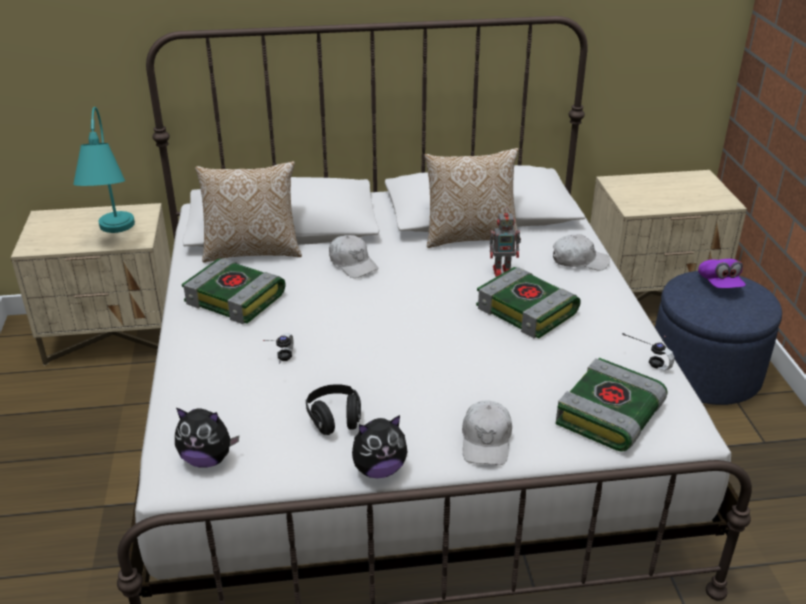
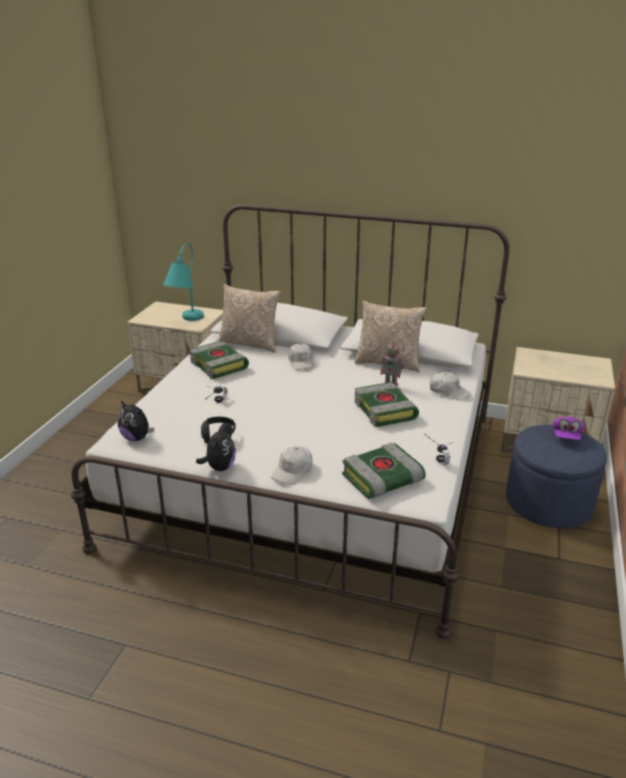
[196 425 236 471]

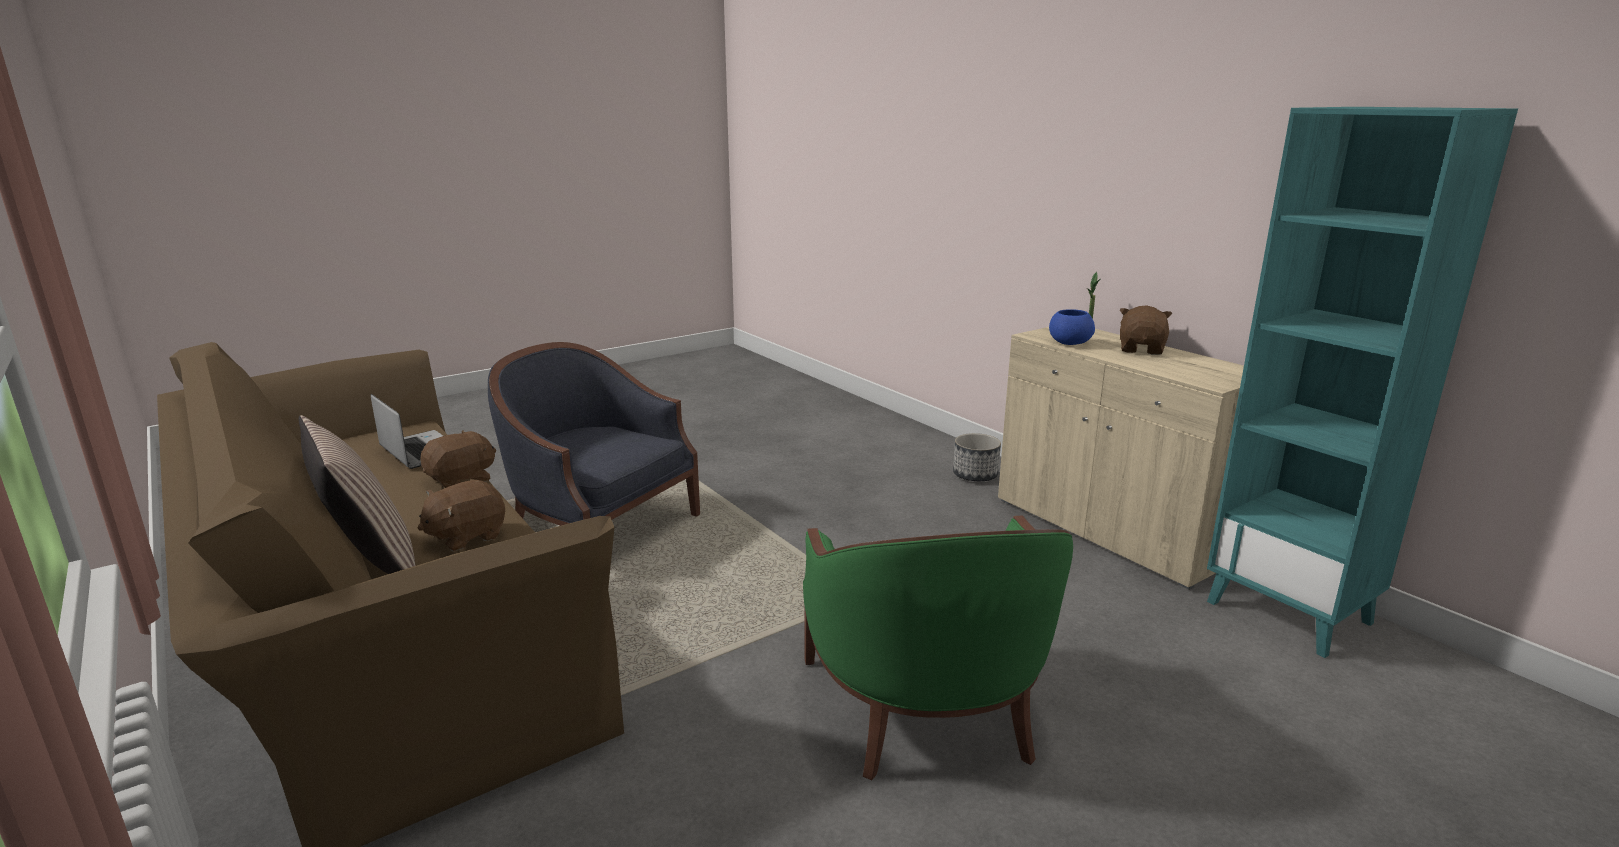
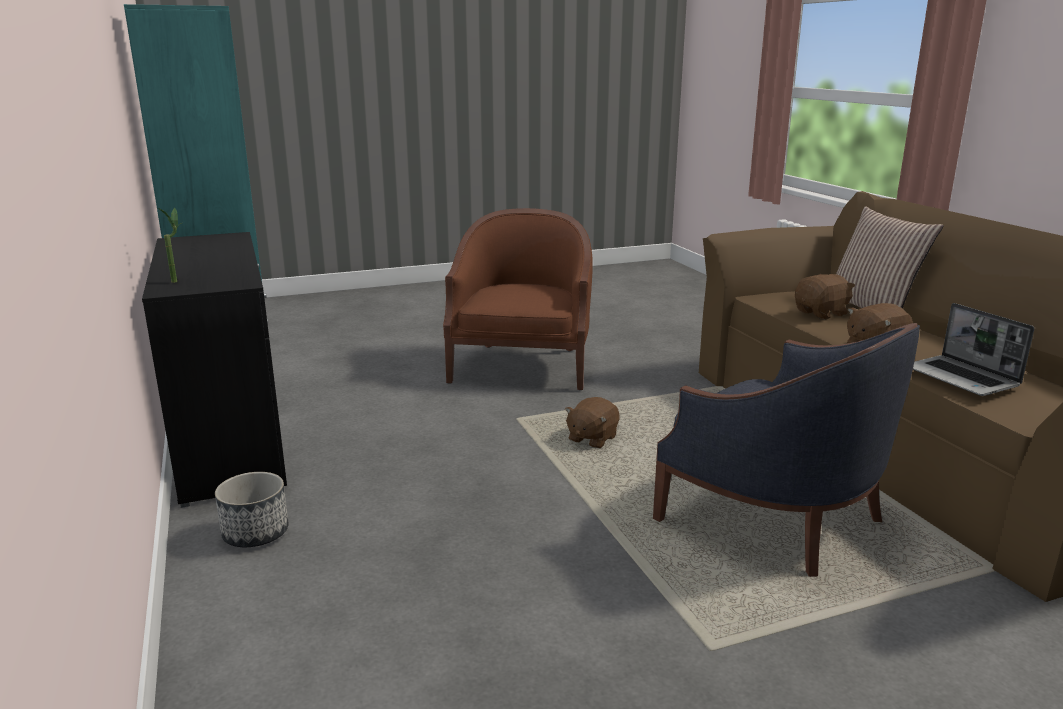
[565 397 619 448]
[1049 309 1095 345] (first image)
[142 232 287 508]
[443 208 593 390]

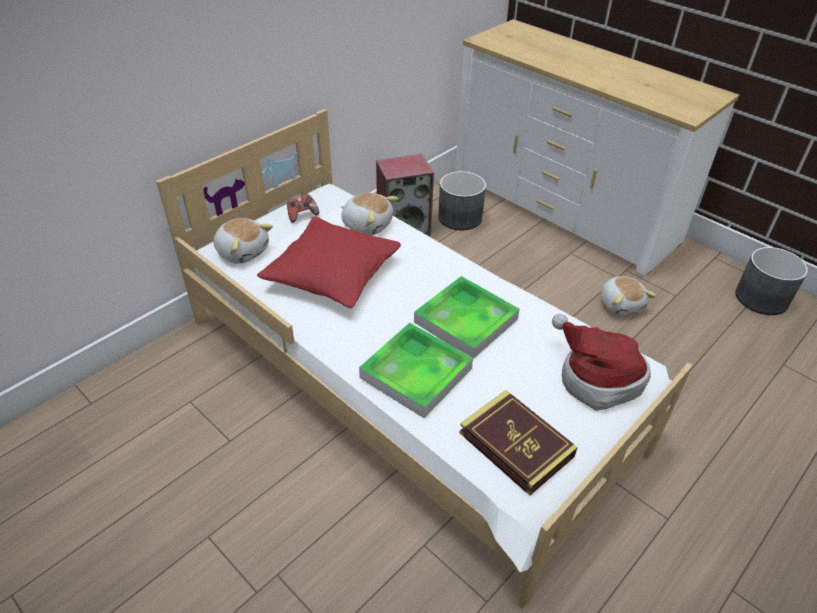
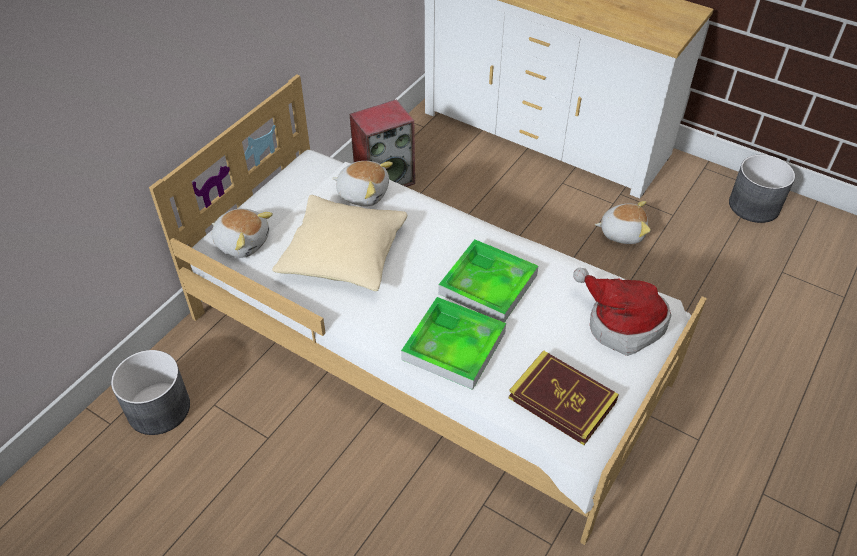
[111 350 190 435]
[287 194 319 223] (first image)
[272 195 408 291]
[595 201 651 244]

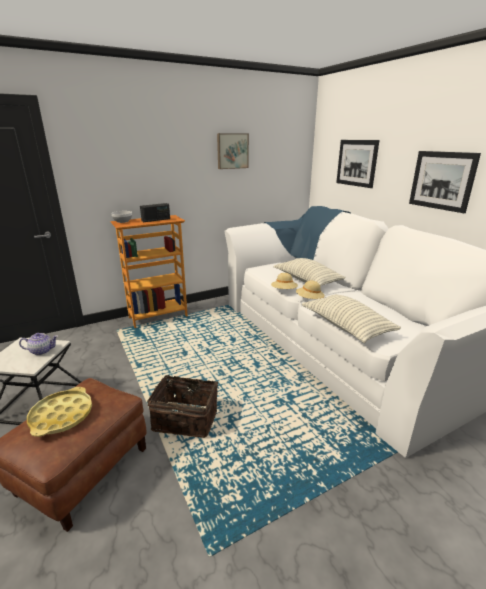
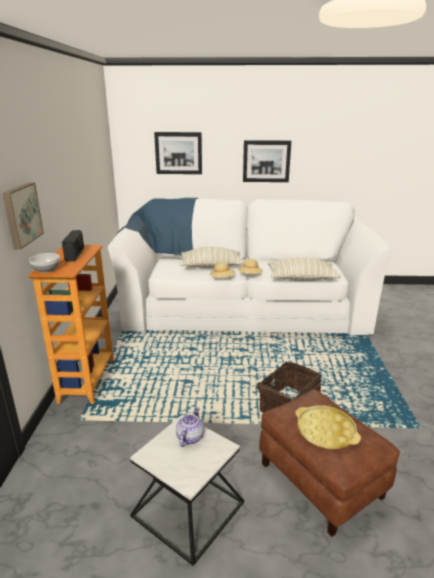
[2 183 44 249]

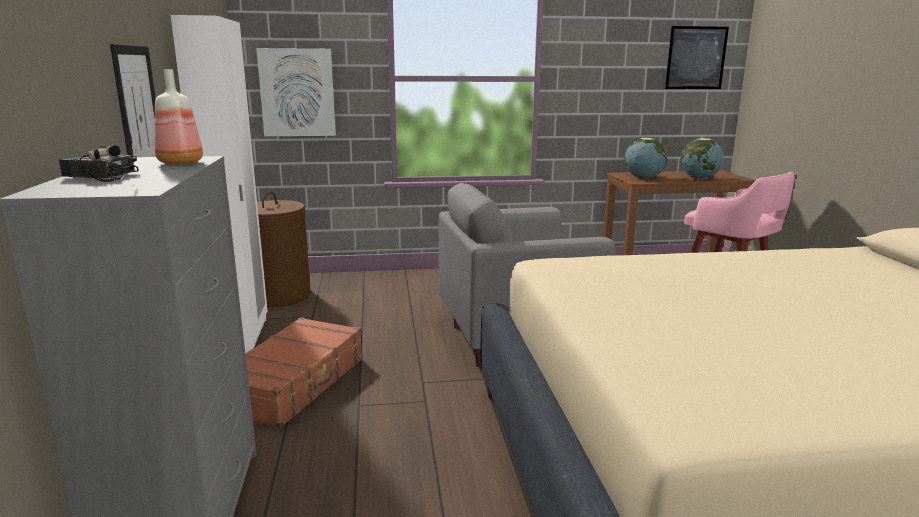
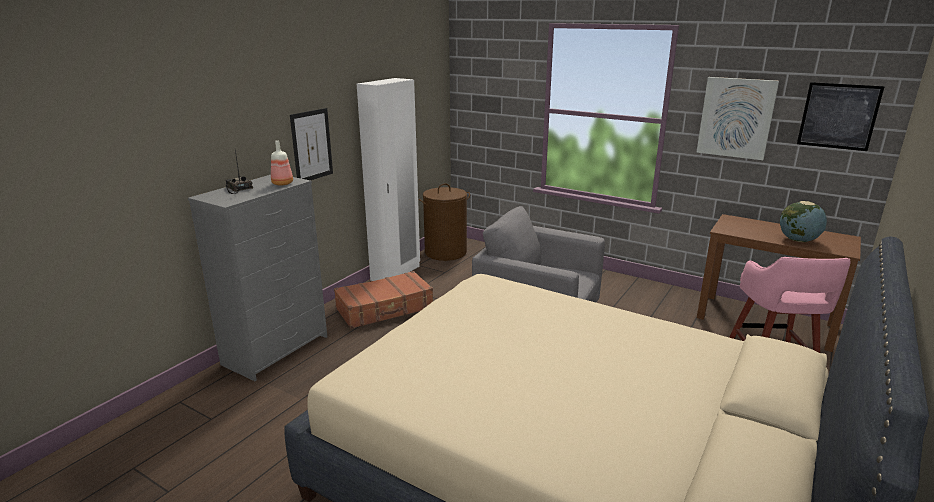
[696 77 779 160]
[624 138 667 179] (first image)

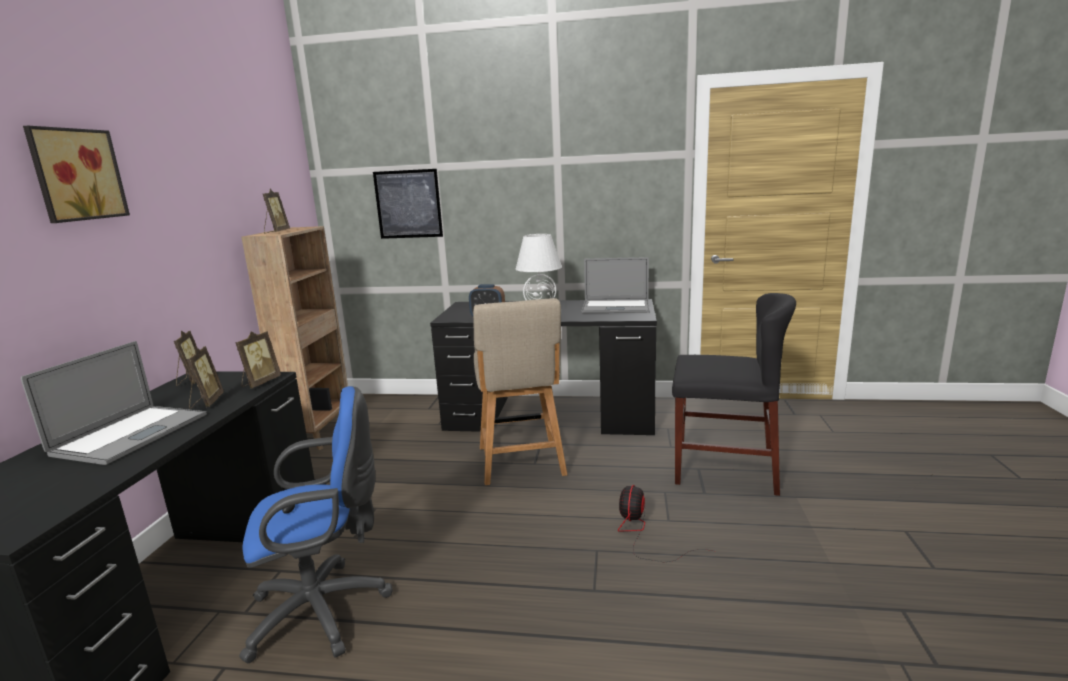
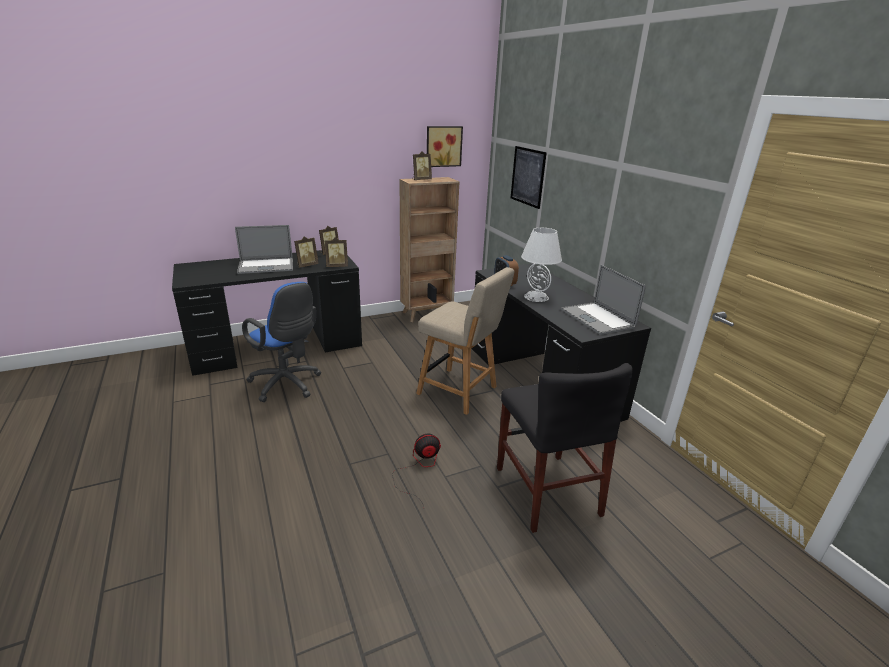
[427 126 463 167]
[416 267 514 415]

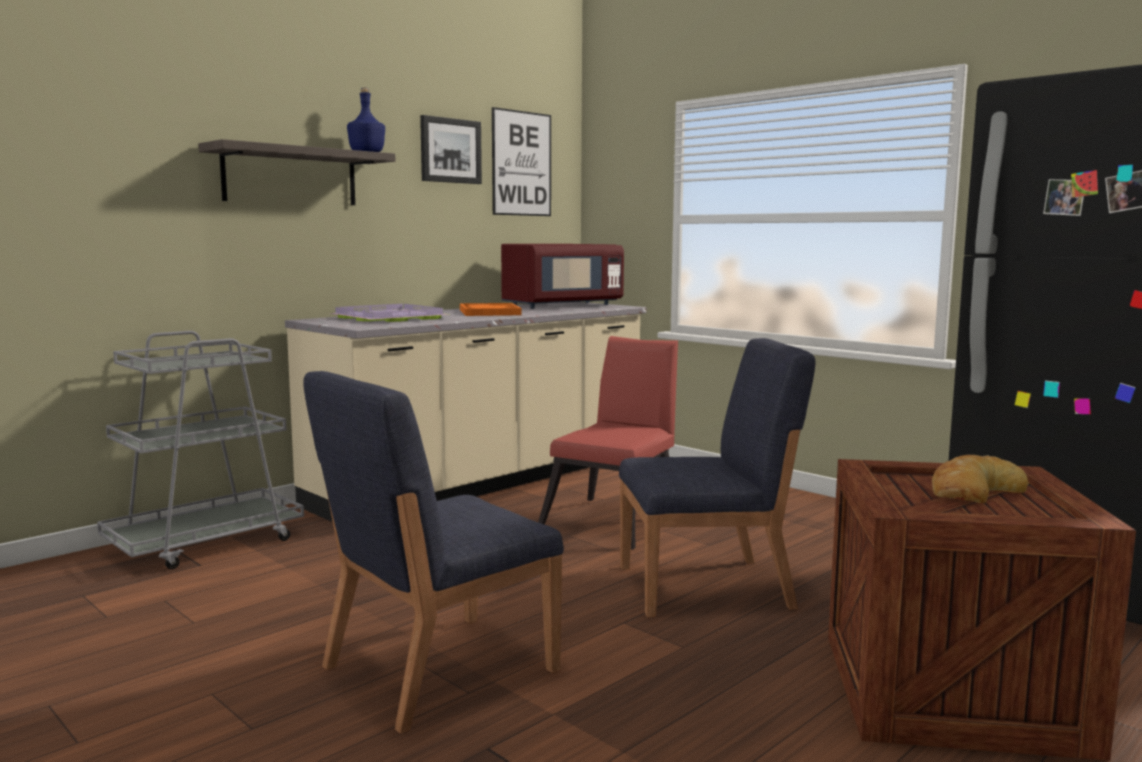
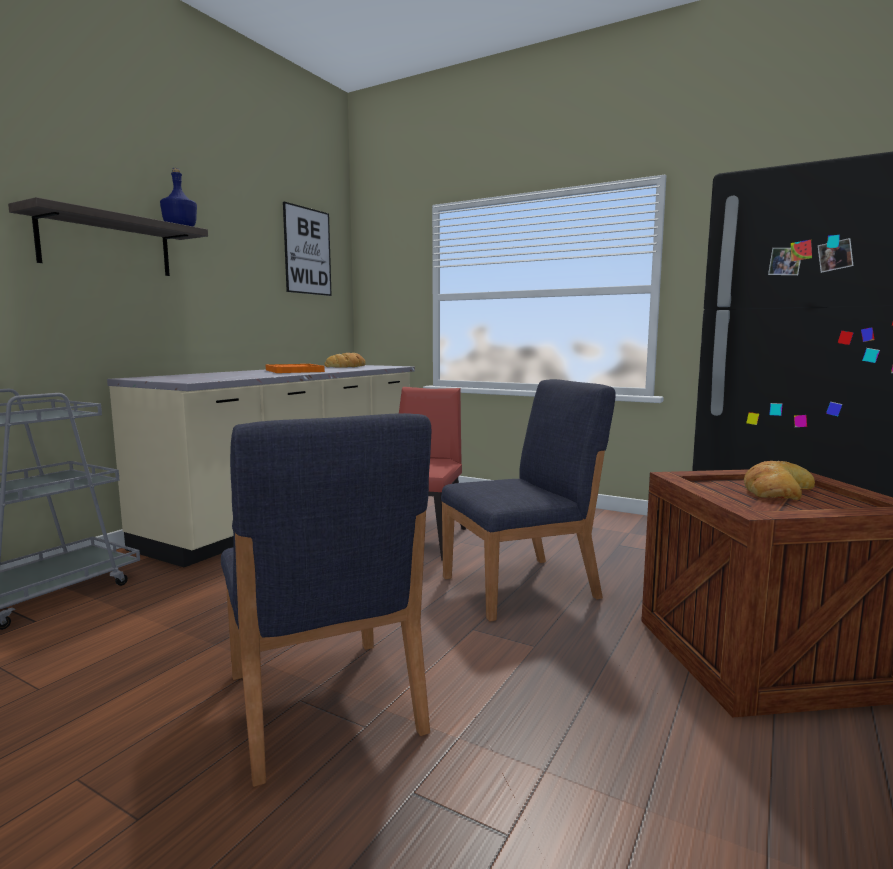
[420 115 482 184] (first image)
[325 353 366 367]
[331 304 449 322] (first image)
[221 413 431 787]

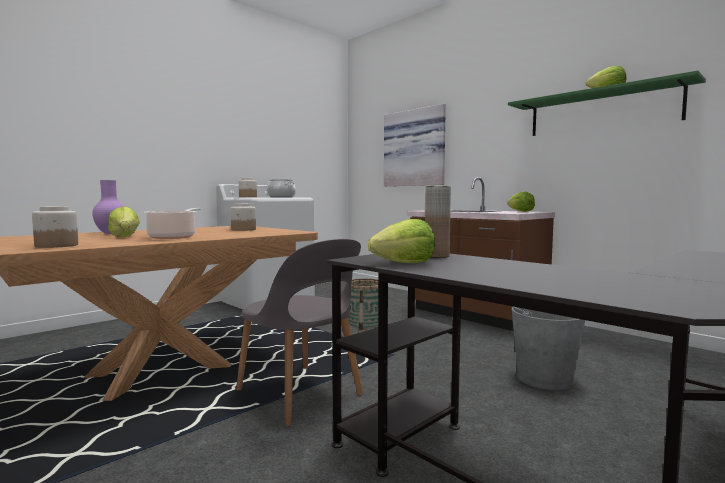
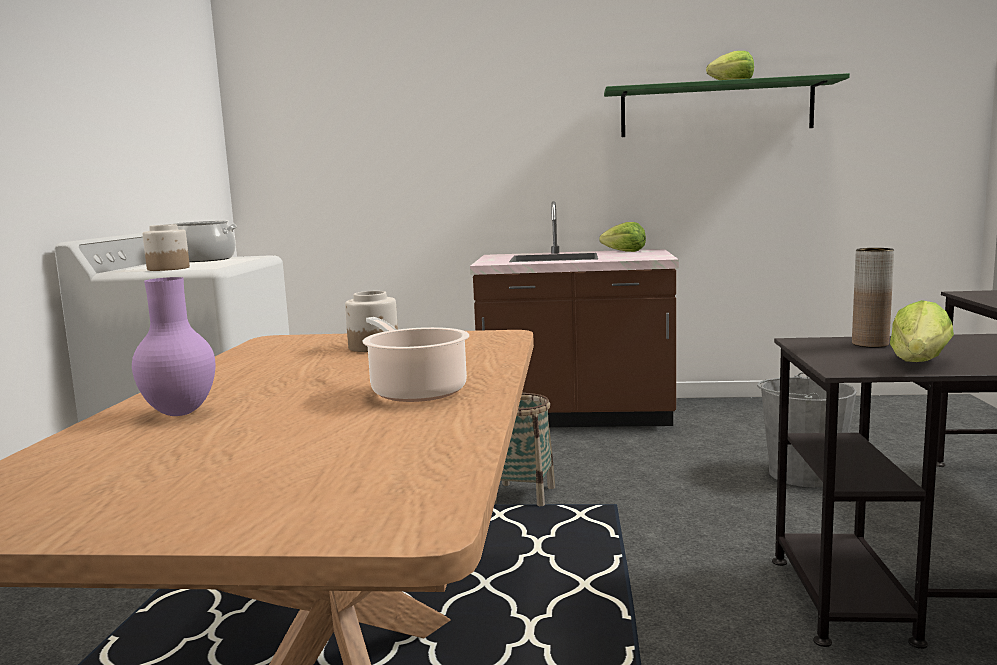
[384 104 446 186] (first image)
[32 206 78 248] (first image)
[108 207 140 237] (first image)
[236 239 363 426] (first image)

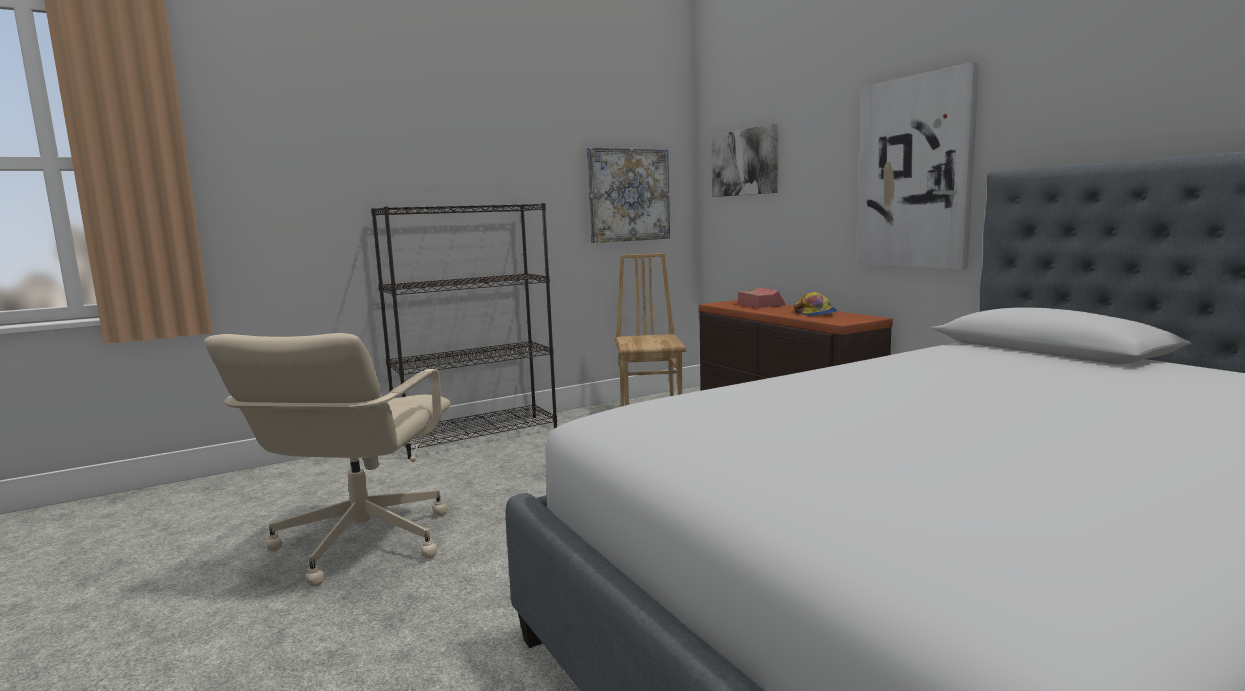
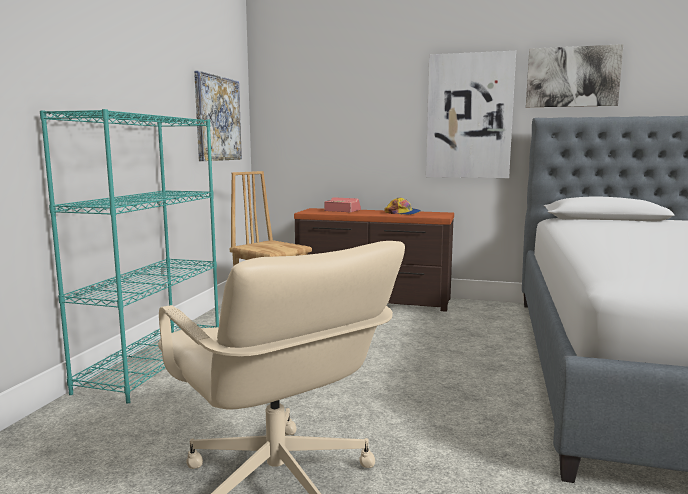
[526 44 624 107]
[40 109 219 404]

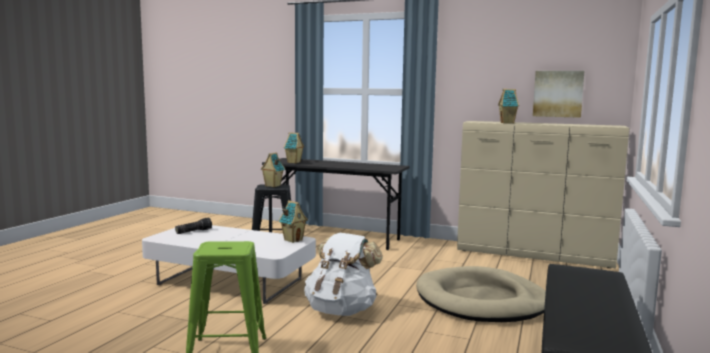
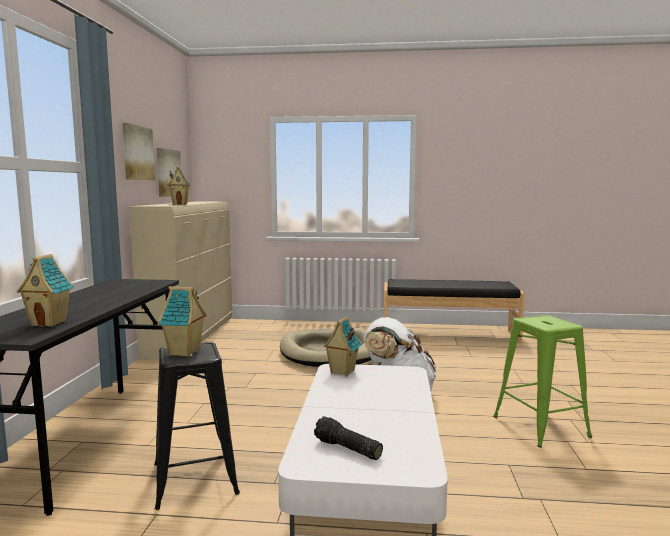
[123 123 155 180]

